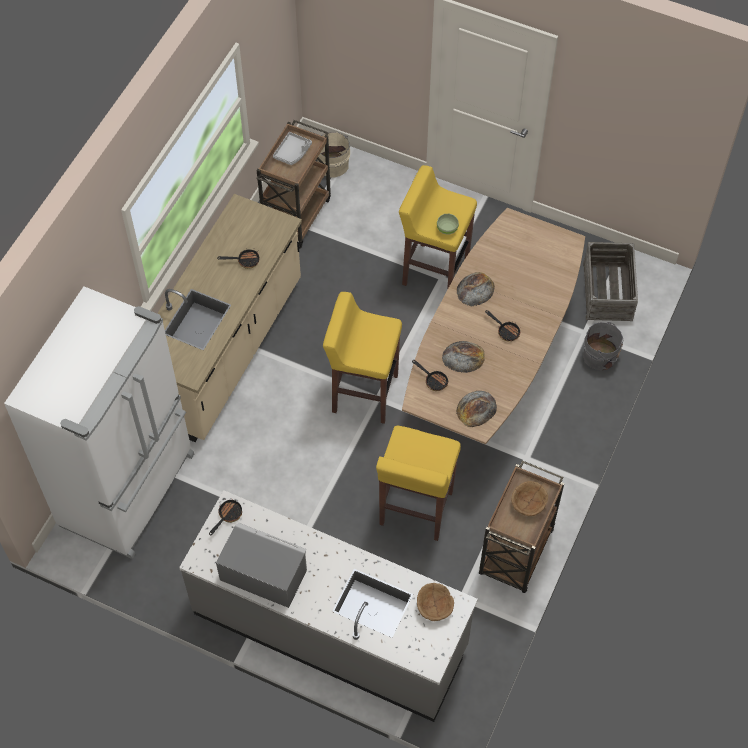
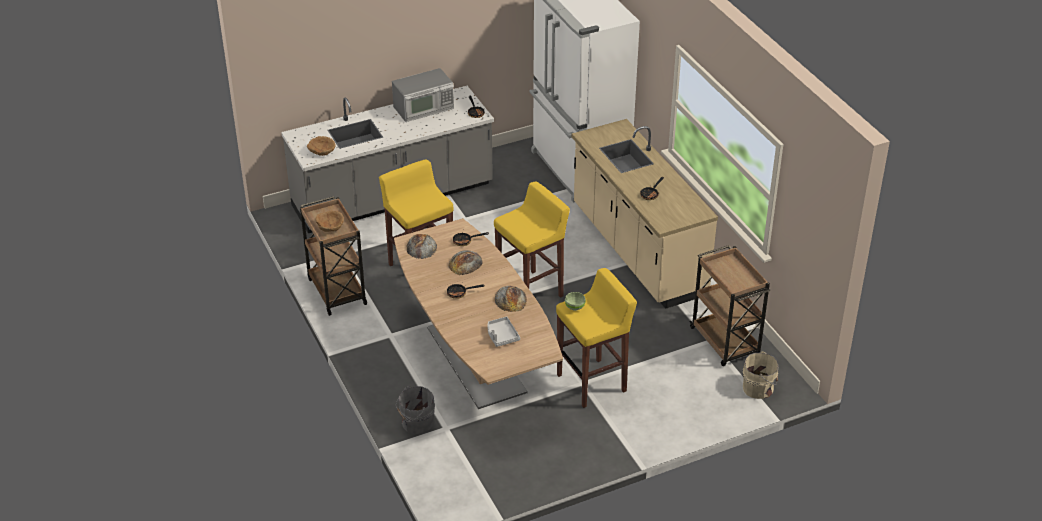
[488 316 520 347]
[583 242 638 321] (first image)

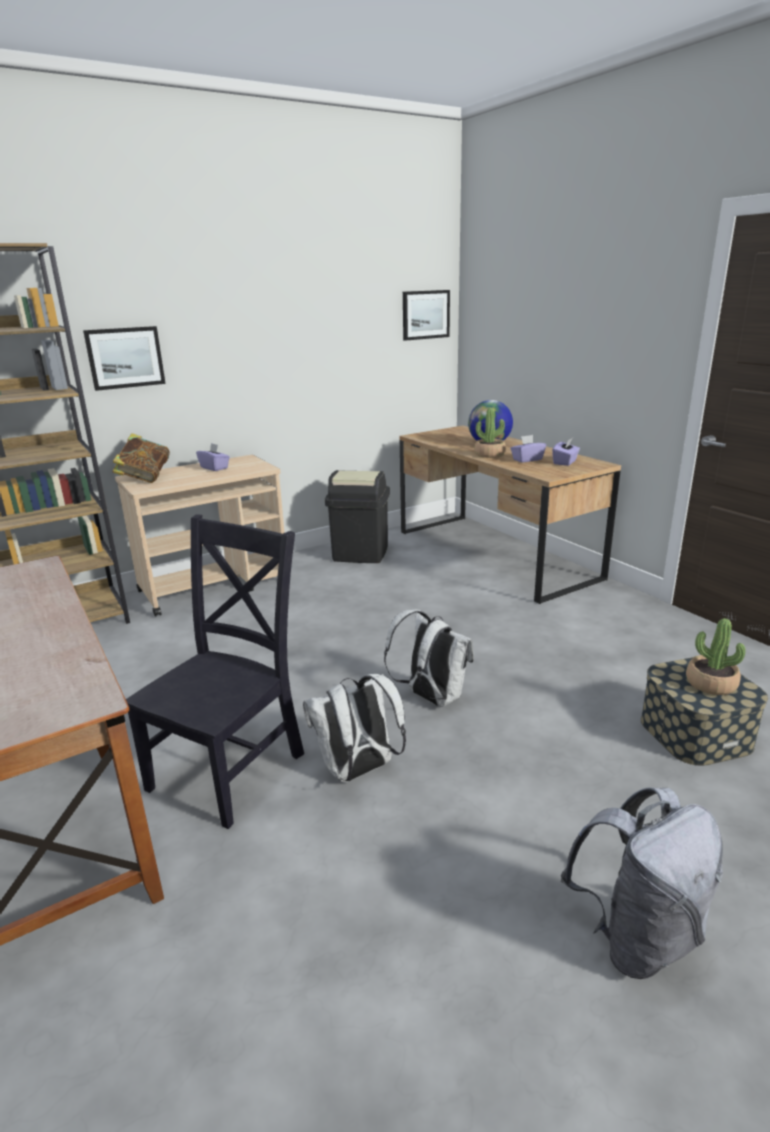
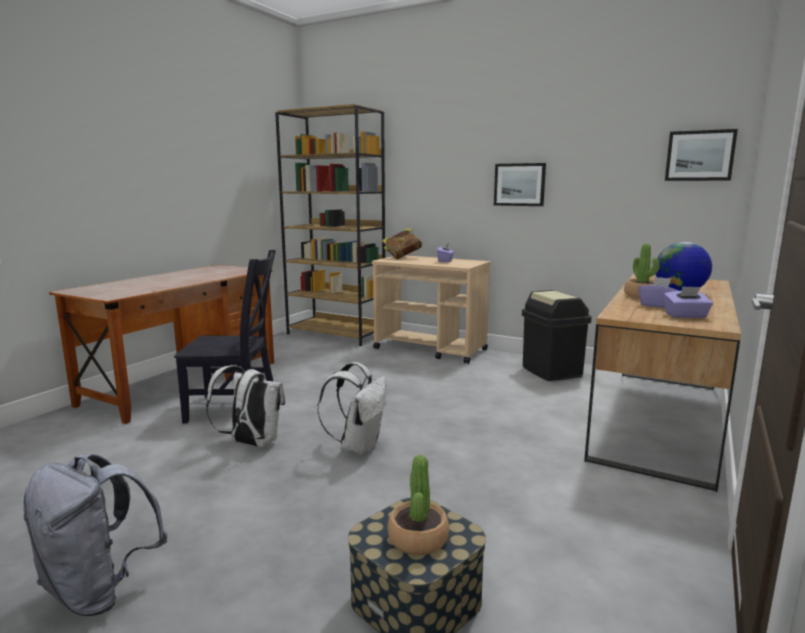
[494 163 546 206]

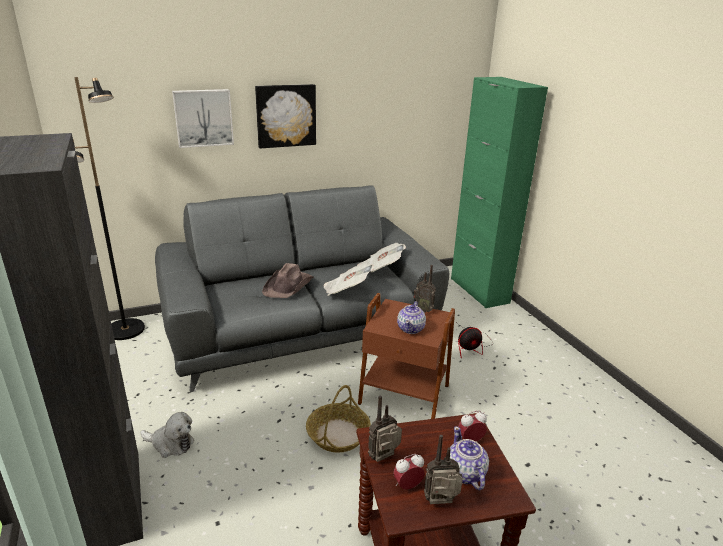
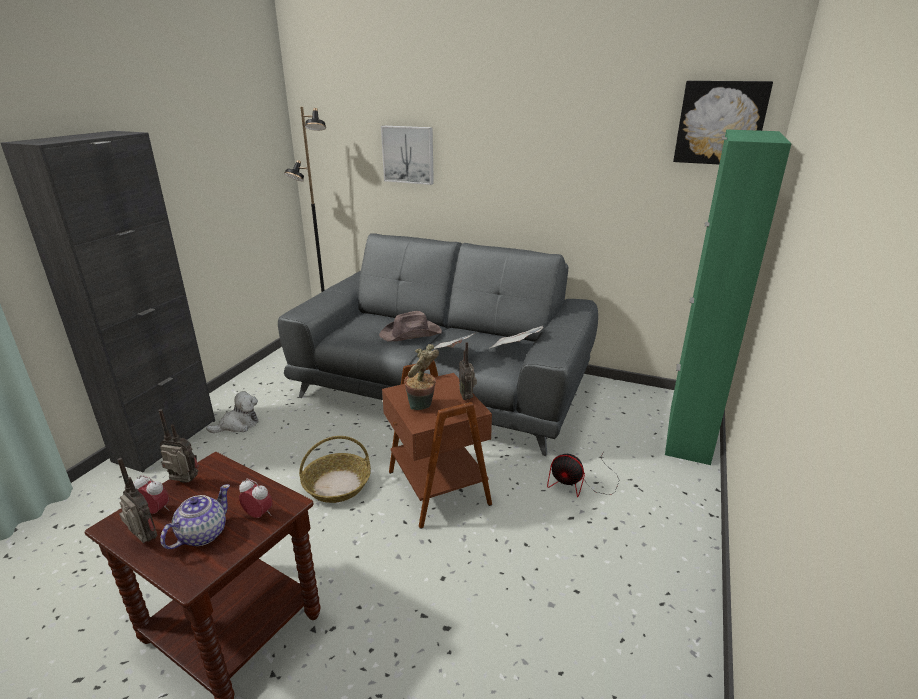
[673 81 773 164]
[404 344 439 410]
[206 391 258 433]

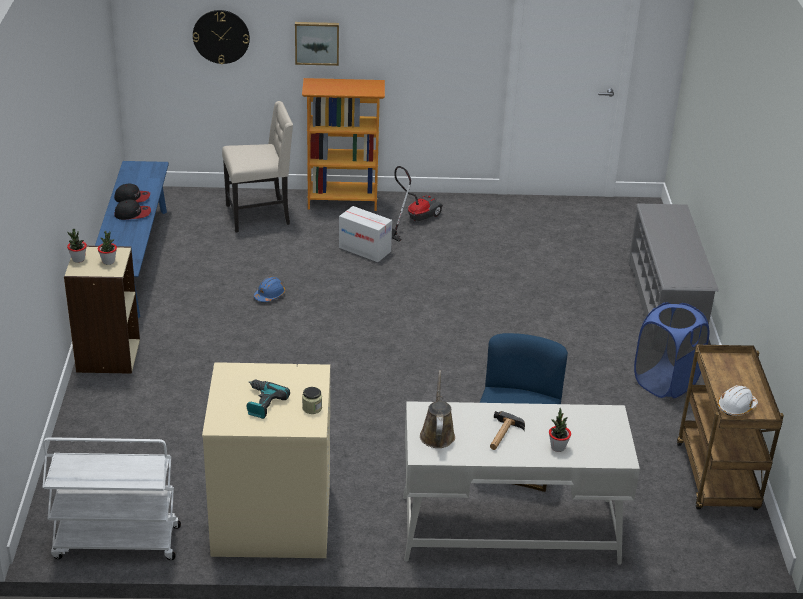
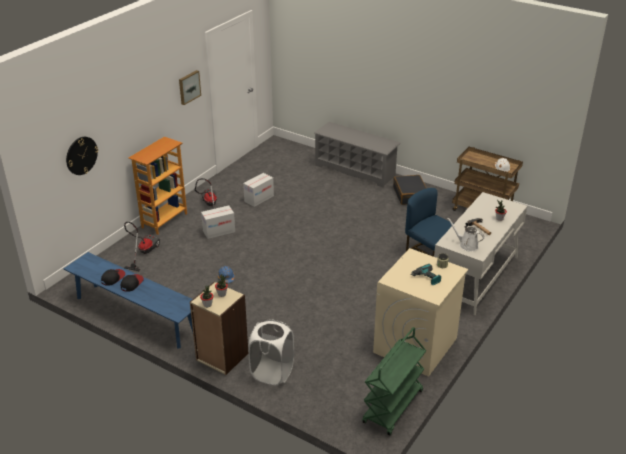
[179 70 201 105]
[124 222 160 271]
[393 175 426 205]
[447 218 485 251]
[362 327 426 436]
[243 173 274 207]
[248 320 294 385]

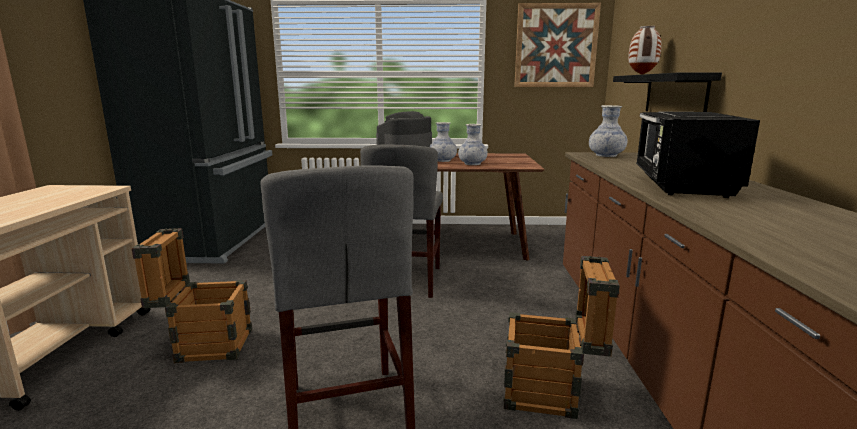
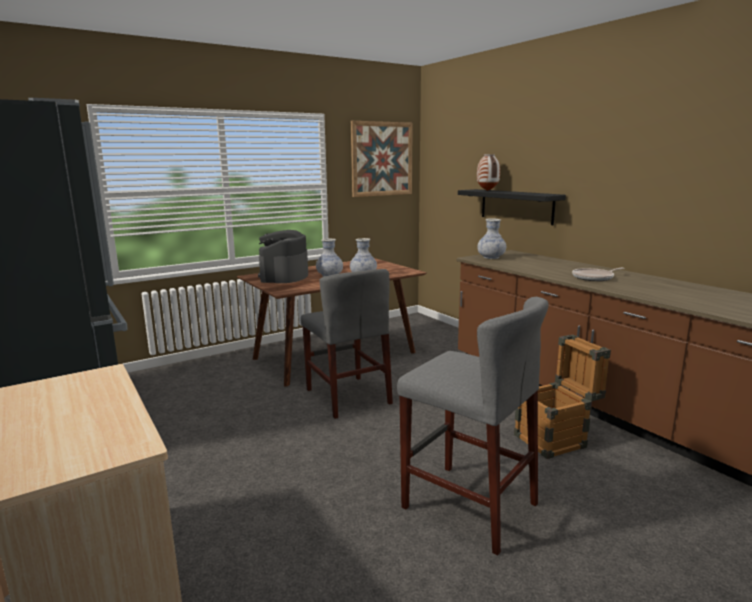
[572 268 624 281]
[132 228 252 363] (first image)

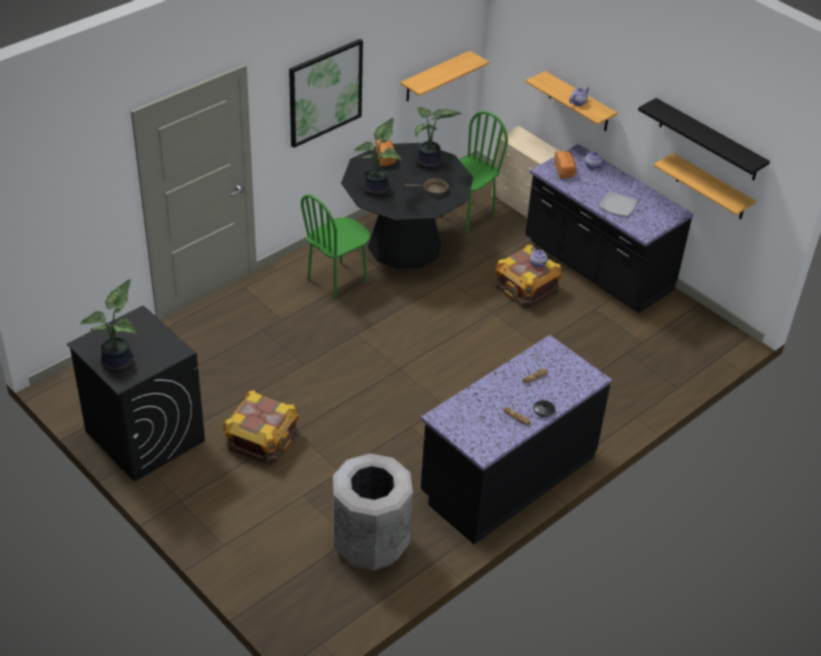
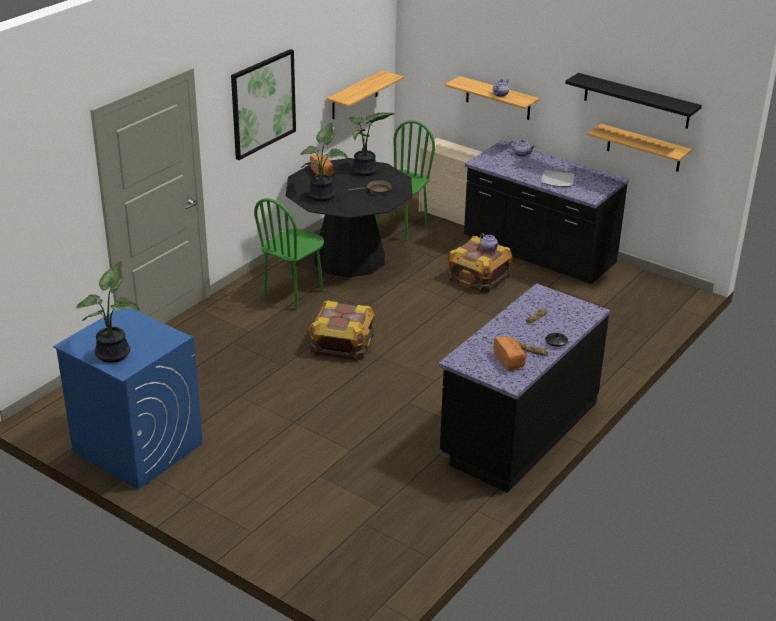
[493 336 526 371]
[53 309 203 490]
[309 300 375 361]
[333 453 413 571] (first image)

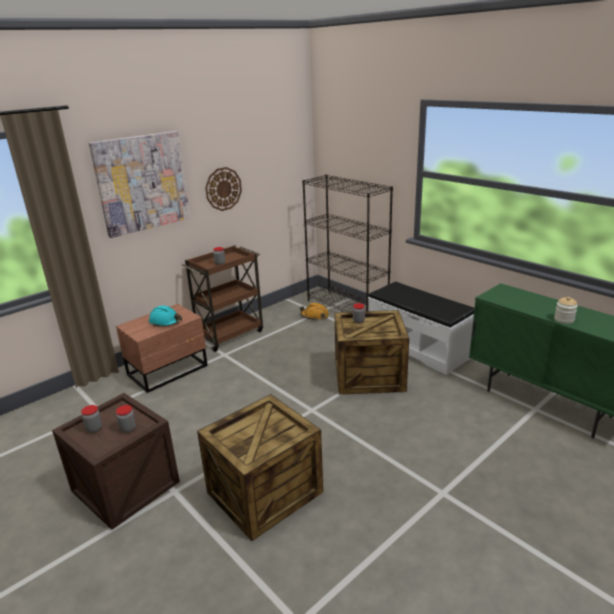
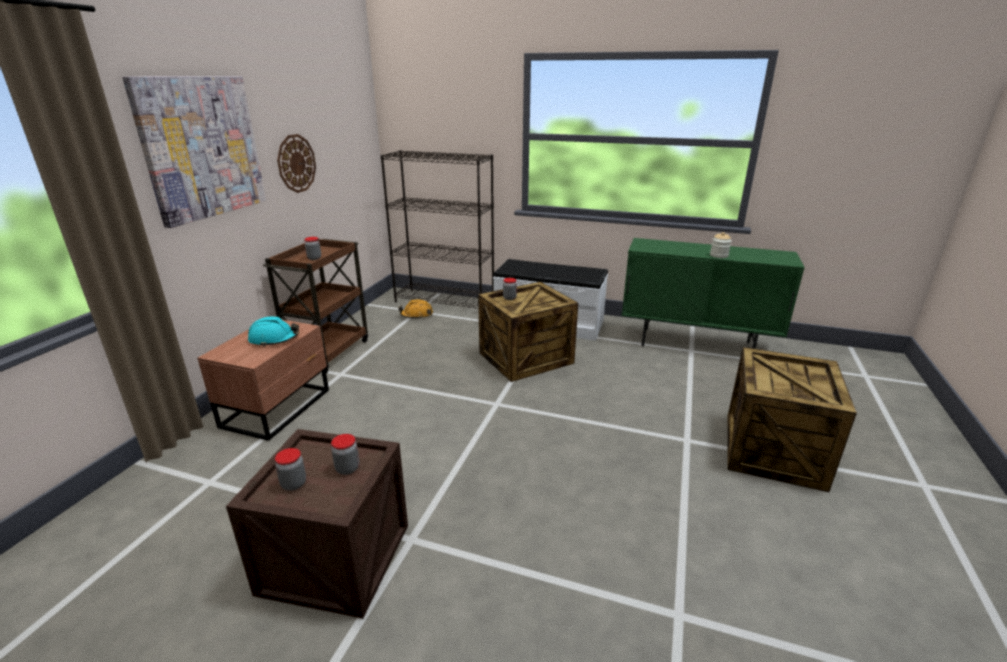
[727 347 857 492]

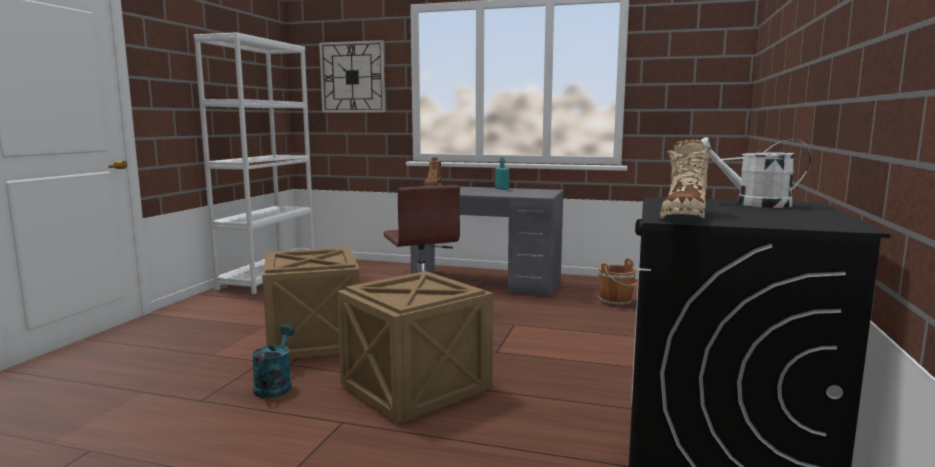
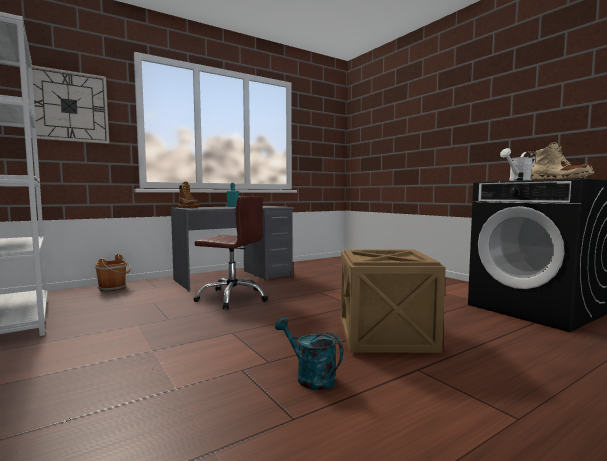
[262 247 360 359] (first image)
[95 254 131 292]

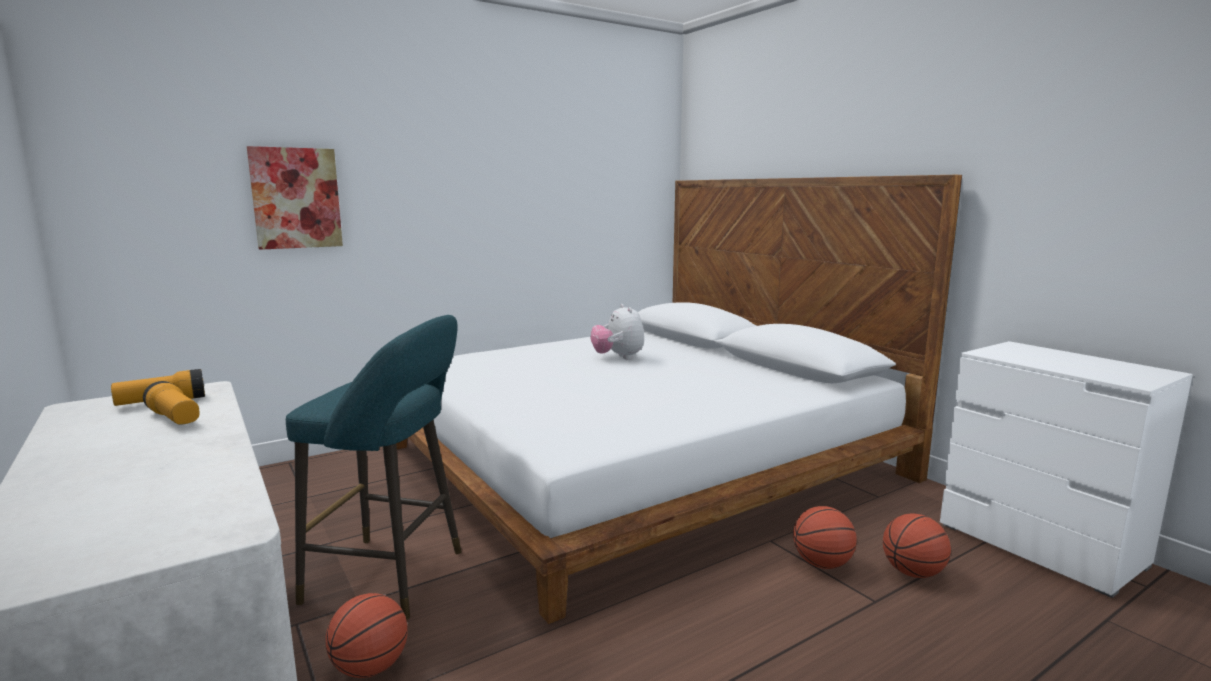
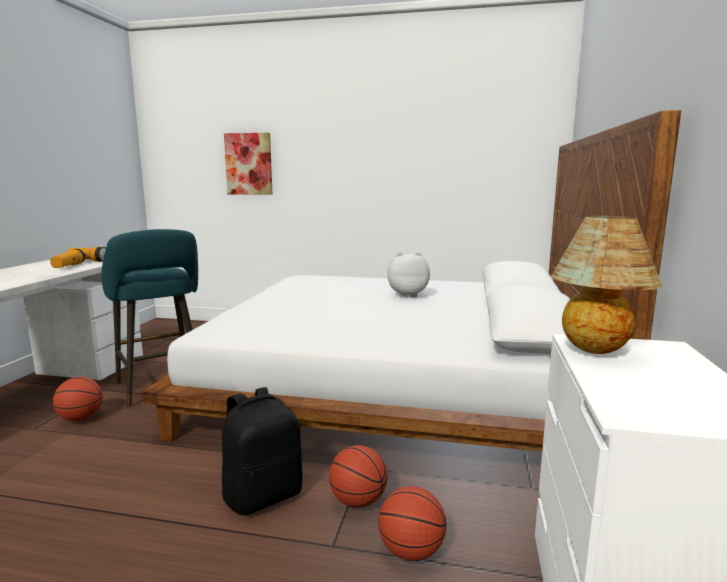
[387 252 430 298]
[550 216 662 354]
[222 387 302 515]

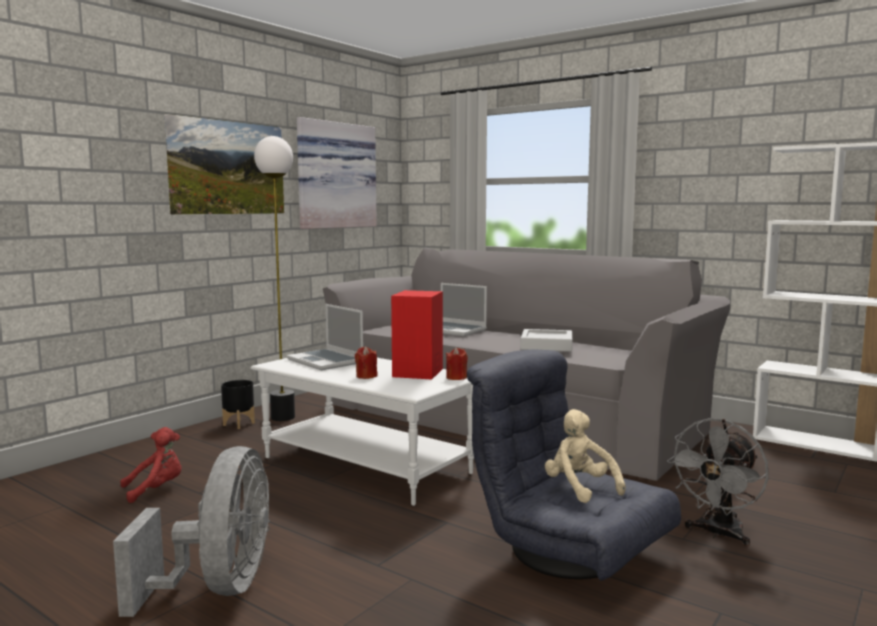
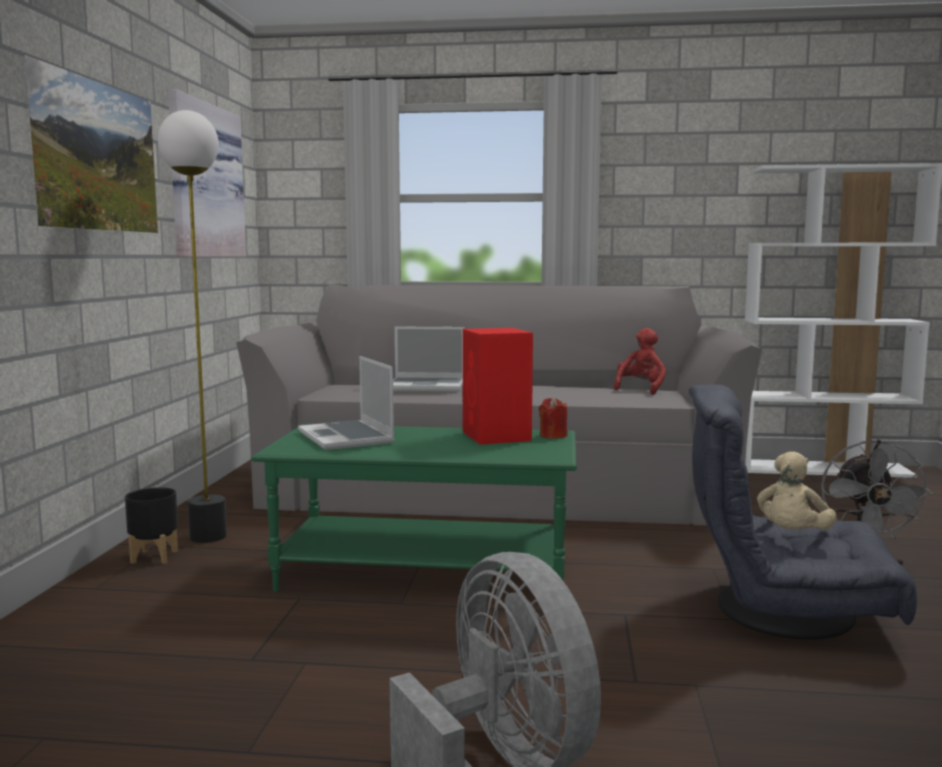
[298 356 395 450]
[520 329 572 352] (first image)
[355 347 377 379] (first image)
[251 424 577 592]
[757 452 837 530]
[614 328 666 395]

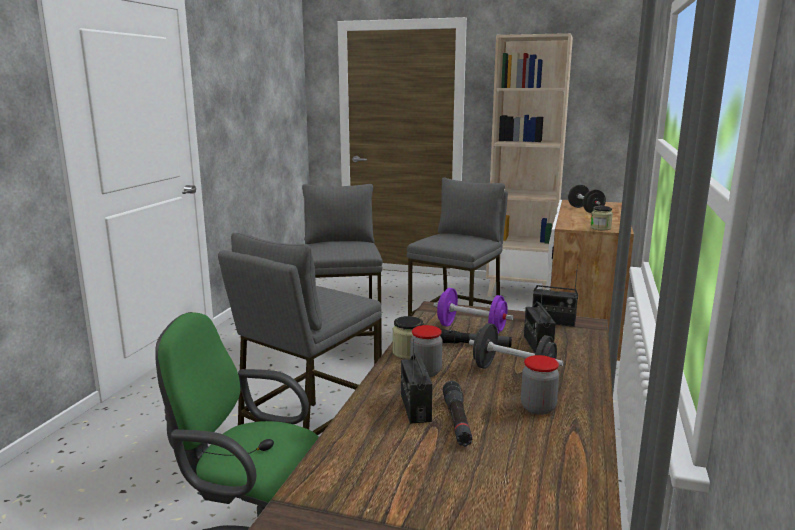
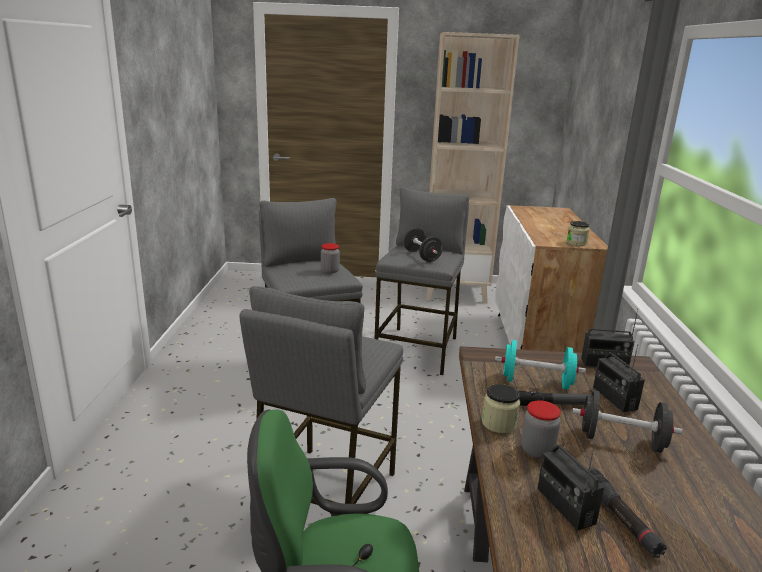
[403 228 443 262]
[495 340 586 390]
[321 243 340 274]

